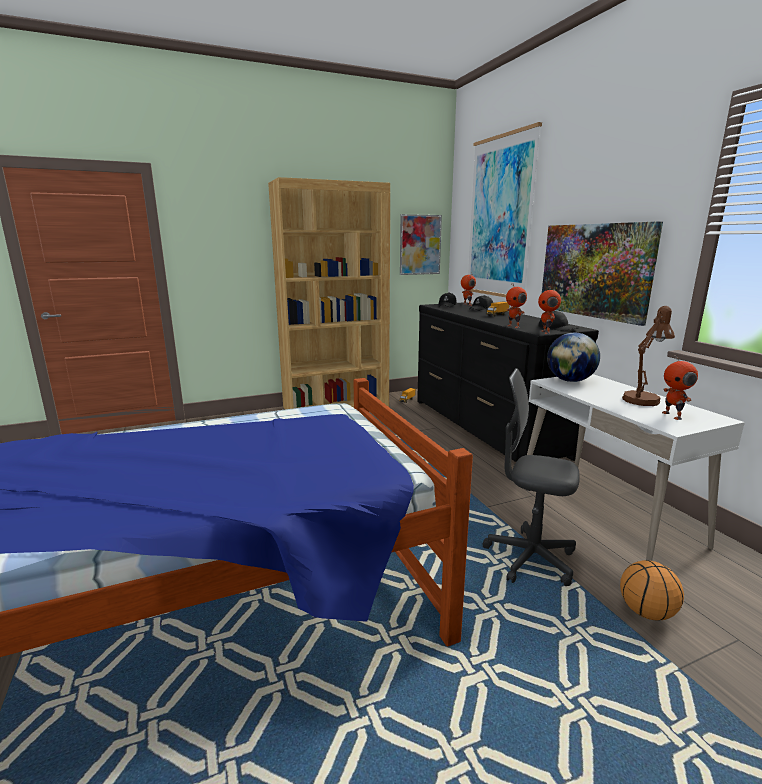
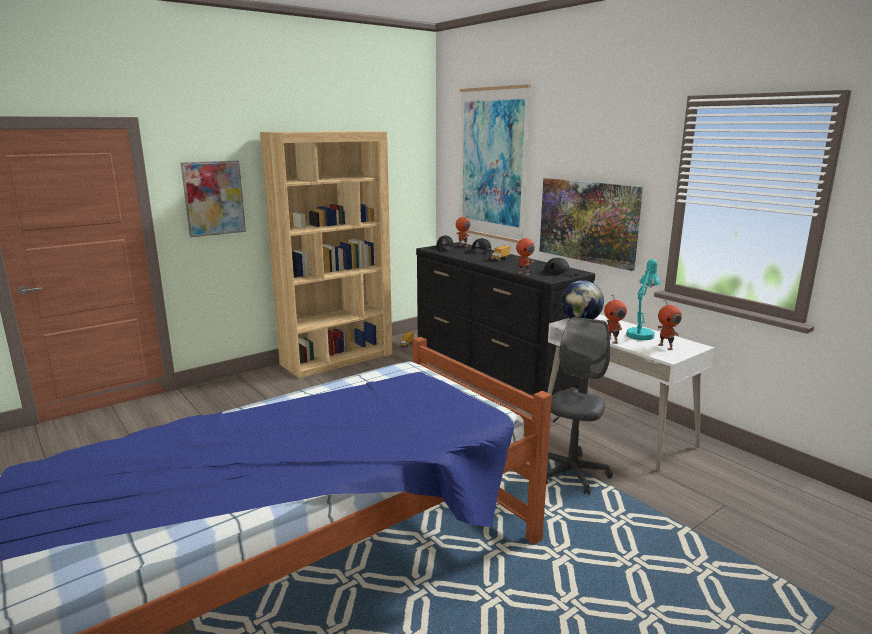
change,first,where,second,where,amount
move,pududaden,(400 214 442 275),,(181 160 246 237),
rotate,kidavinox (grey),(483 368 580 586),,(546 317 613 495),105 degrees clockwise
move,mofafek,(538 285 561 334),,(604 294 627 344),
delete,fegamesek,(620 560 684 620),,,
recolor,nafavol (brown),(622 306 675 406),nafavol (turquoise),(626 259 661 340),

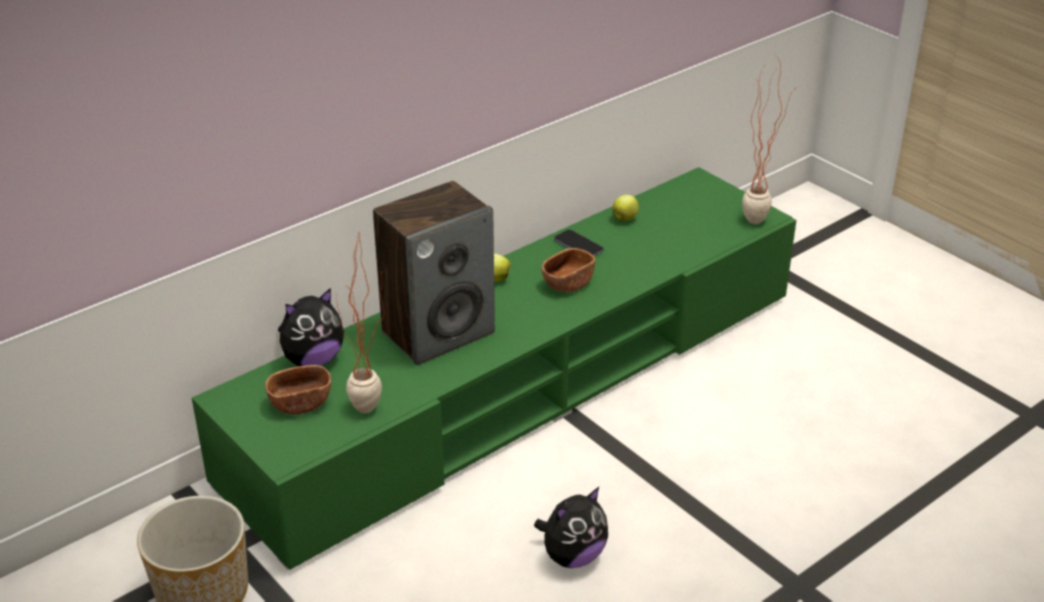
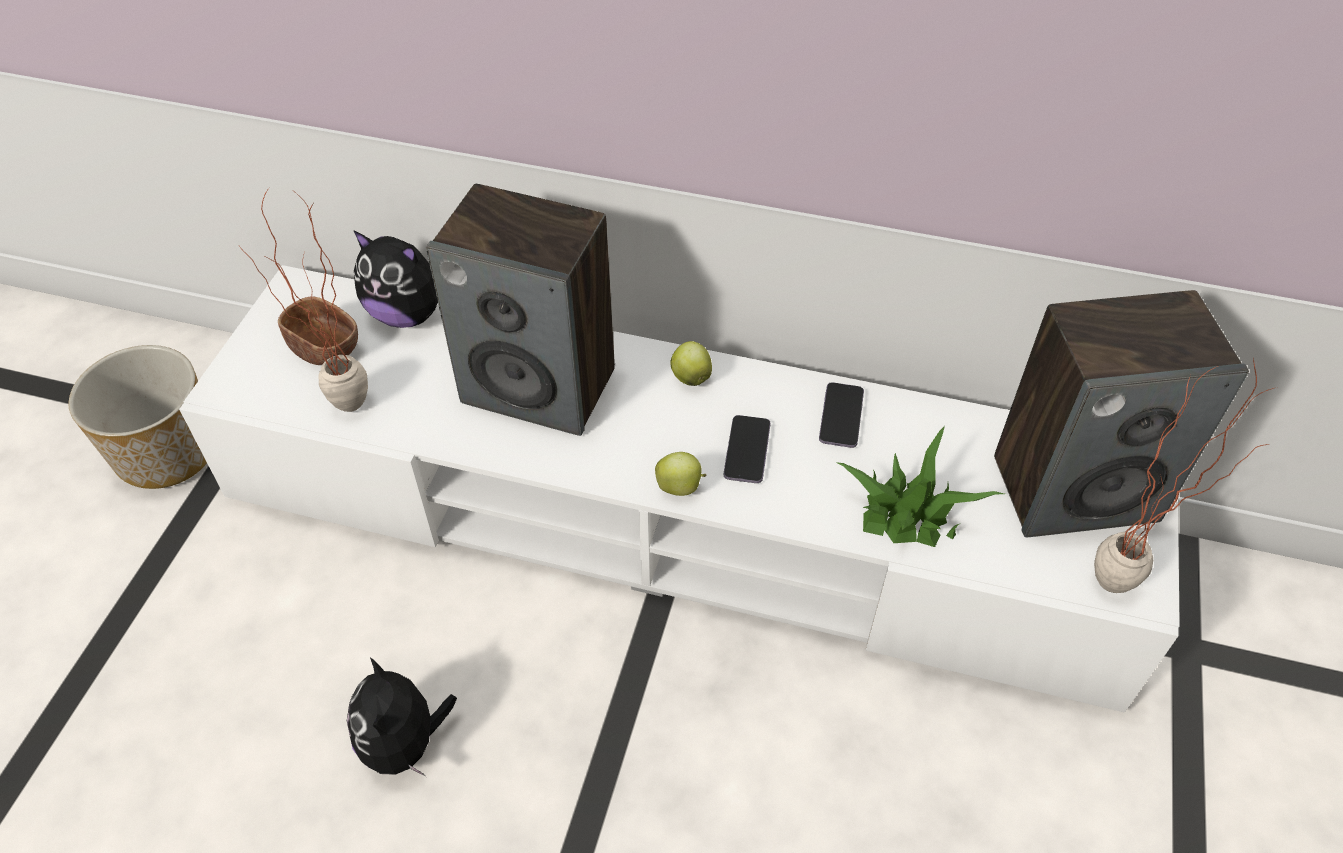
change,first,where,second,where,amount
recolor,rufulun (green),(192 167 796 570),rufulun (white),(179 265 1180 713),
rotate,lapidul,(534 487 608 568),,(347 657 457 777),60 degrees clockwise
replace,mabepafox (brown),(542 248 596 292),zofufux,(724 415 771 483),
move,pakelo,(612 195 639 221),,(655 452 706 496),
insert,,,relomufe,(836 426 1004 547),
insert,,,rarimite,(994 290 1249 537),

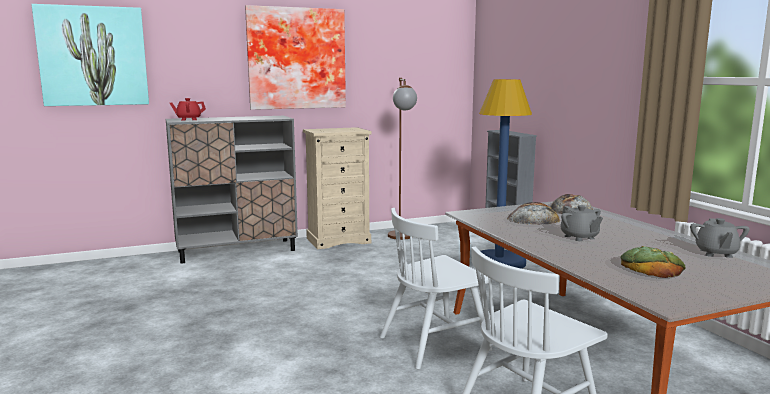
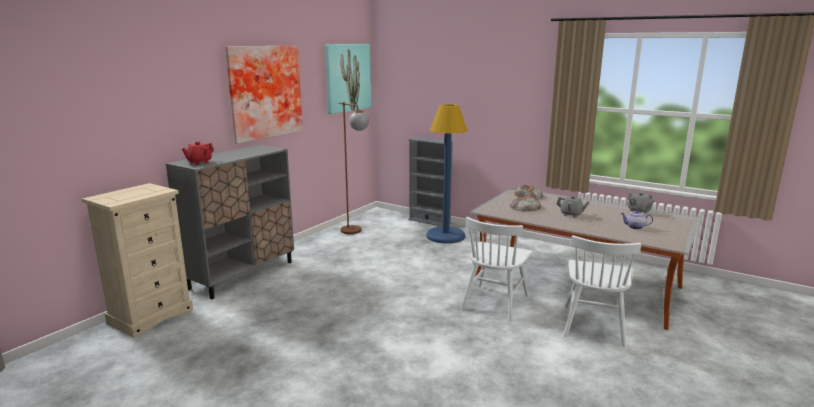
change,first,where,second,where,amount
move,pududaden,(31 4 149 106),,(325 44 371 114),
move,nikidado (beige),(303 127 372 249),,(82 183 193 338),
replace,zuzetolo,(620 246 686 278),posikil,(621 210 653 229),

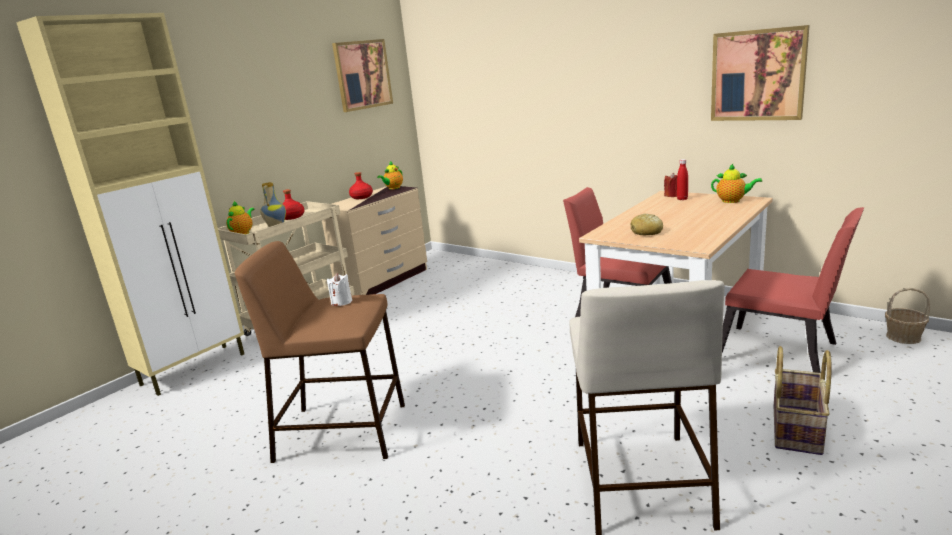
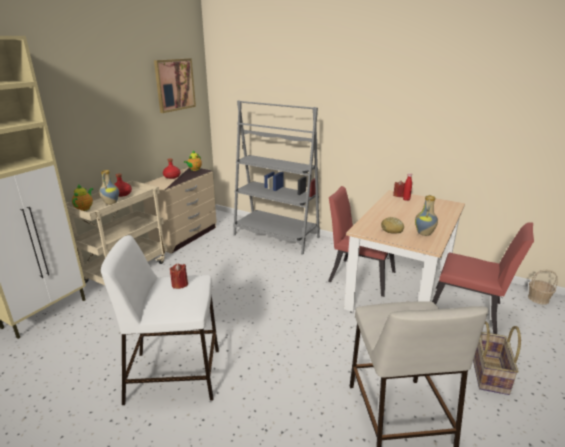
change,first,where,second,where,amount
recolor,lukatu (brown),(235 241 405 463),lukatu (white),(101 235 219 405),
recolor,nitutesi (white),(327 273 352 306),nitutesi (red),(170 264 188 289),
delete,pududaden,(711 25 810 121),,,
delete,posikil,(711 164 762 203),,,
insert,,,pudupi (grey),(233 100 320 254),
insert,,,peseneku,(415 195 438 236),

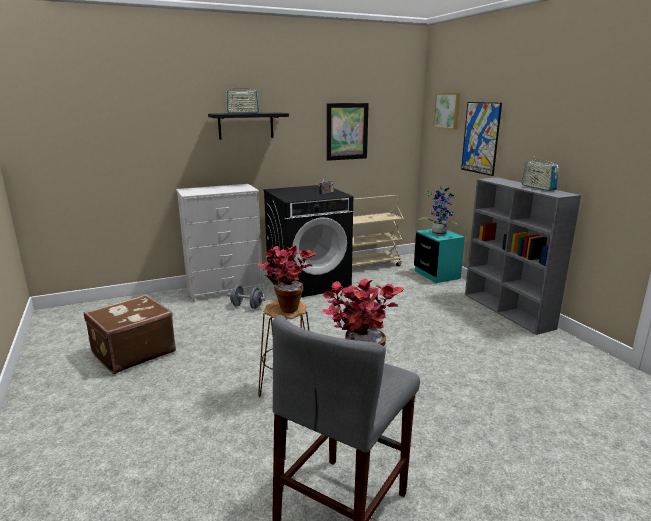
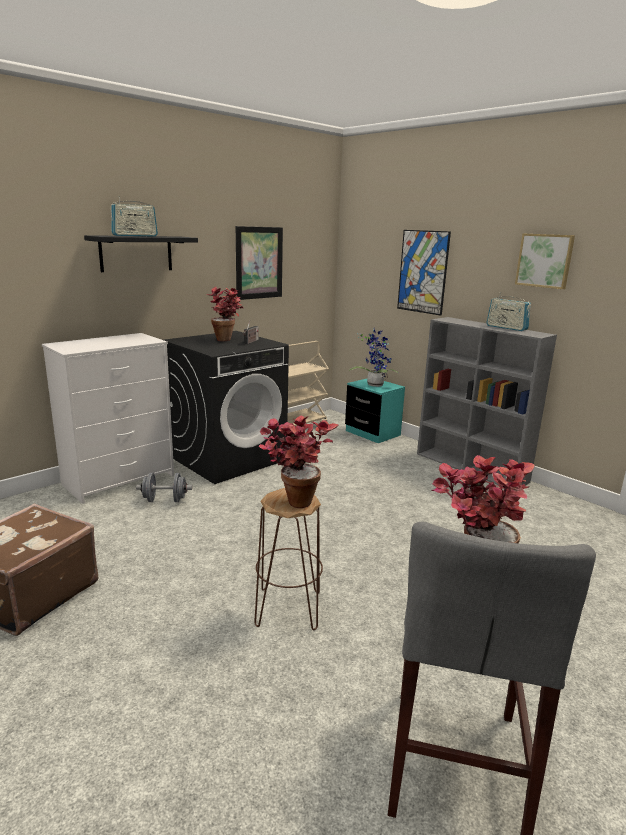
change,first,where,second,where,amount
move,pududaden,(433 93 460 130),,(515 234 575 289),
insert,,,relomufe,(207 286 243 341),

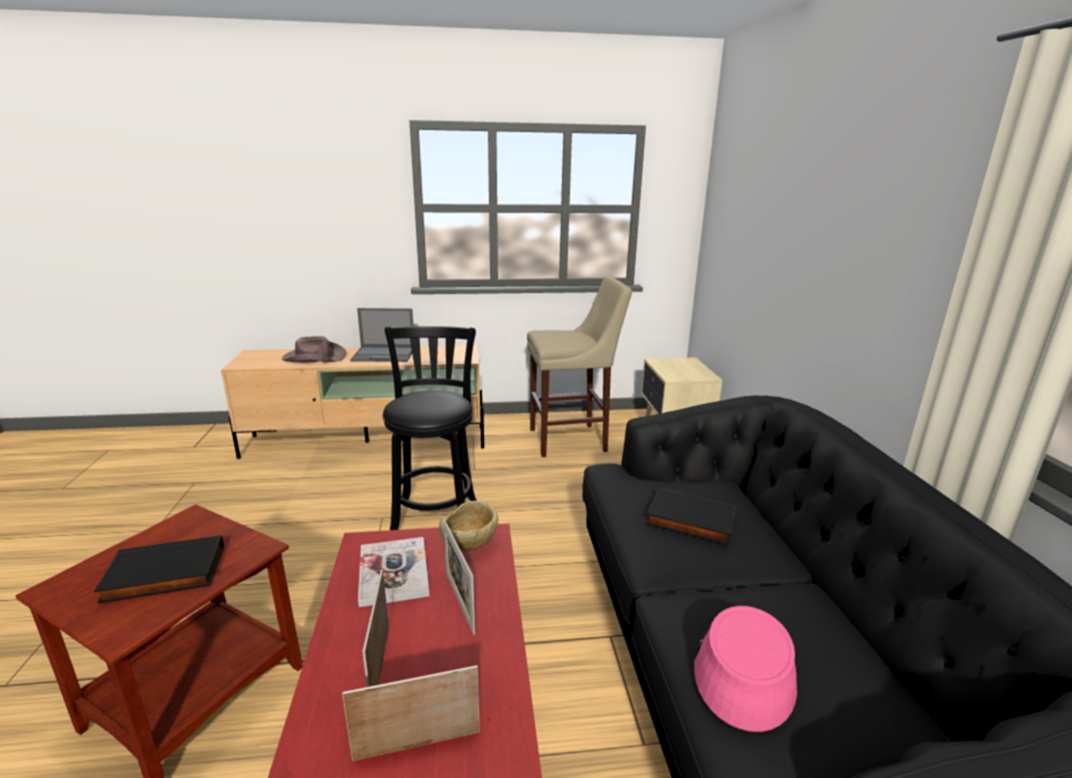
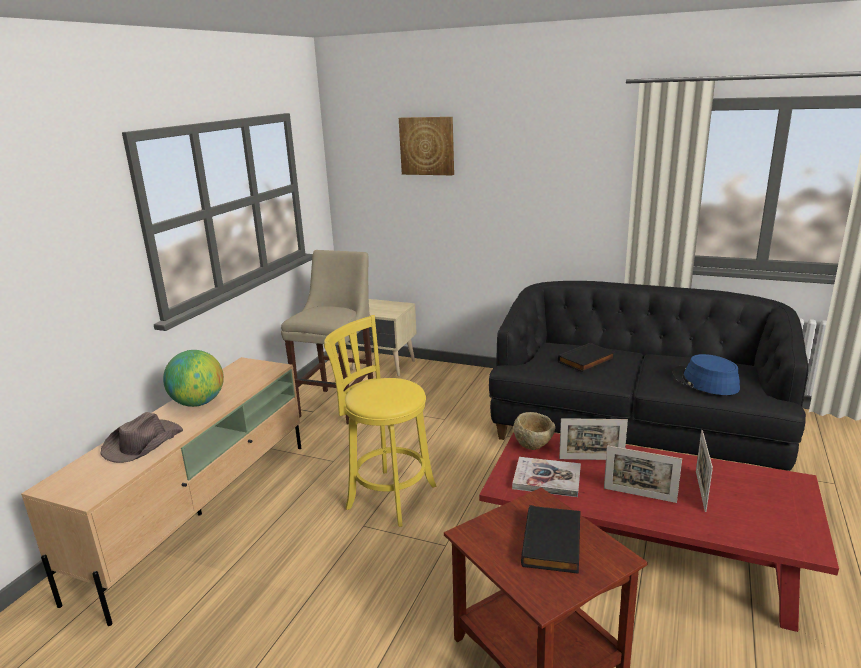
change,first,where,second,where,amount
replace,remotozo,(350 308 413 362),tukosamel,(163 350 224 407),
recolor,lukatu (black),(383 326 477 530),lukatu (yellow),(324 315 437 527),
recolor,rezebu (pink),(694 606 797 732),rezebu (blue),(672 354 740 395),
insert,,,pududaden,(399 117 454 175),

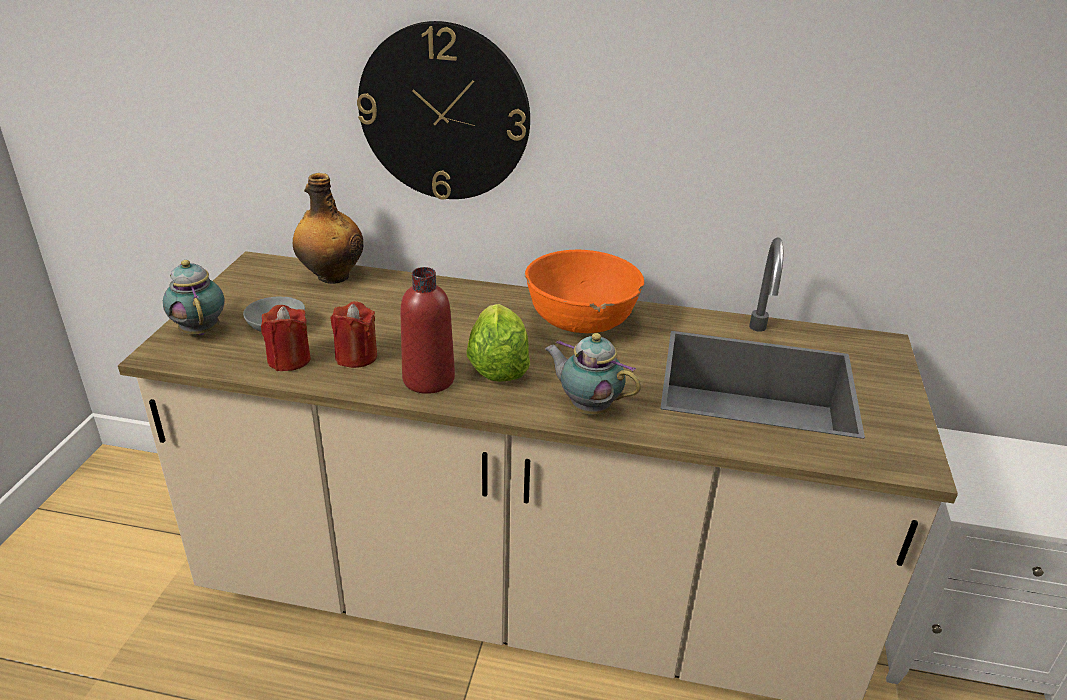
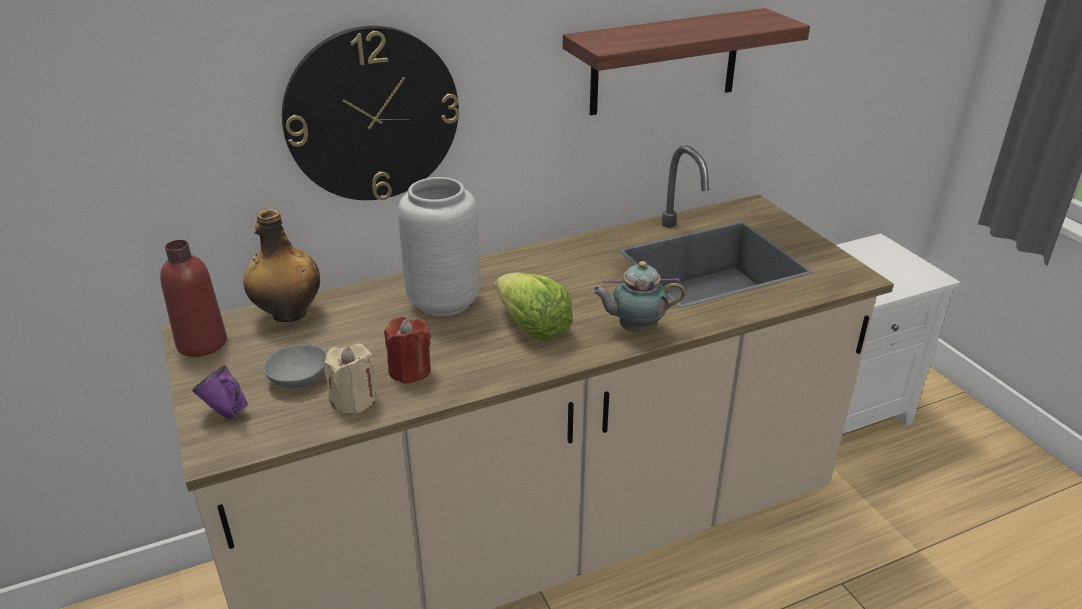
change,first,where,second,where,amount
replace,posikil,(163 260 225 335),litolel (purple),(192 365 248 420),
recolor,nitutesi (red),(261 305 311 371),nitutesi (beige),(324 344 376 414),
move,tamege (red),(400 267 455 394),,(160 240 227 357),
delete,mabepafox (orange),(525 250 644 333),,,
insert,,,peseneku (grey),(398 177 481 316),
insert,,,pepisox,(563 8 810 115),

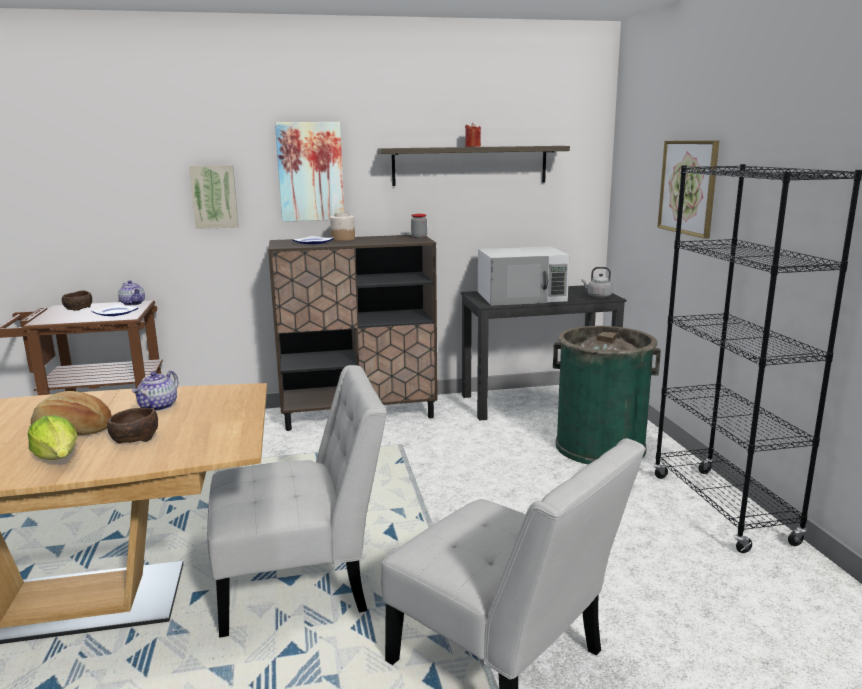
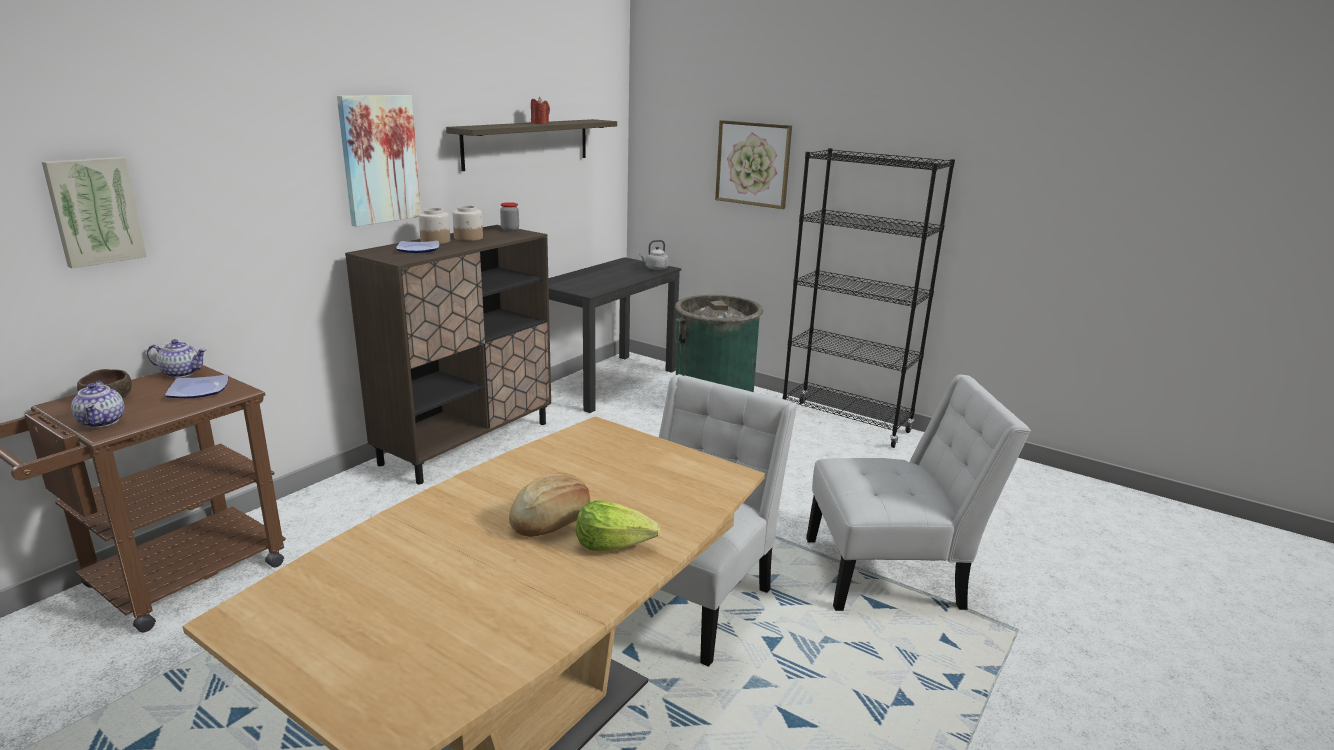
change,first,where,second,where,amount
delete,mabepafox (brown),(107 408 158 444),,,
move,posikil,(132 371 178 411),,(71 381 125 428),
move,pududaden,(189 165 239 229),,(42 157 147 268),
delete,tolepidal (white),(478 246 570 306),,,
insert,,,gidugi,(452 205 483 241),

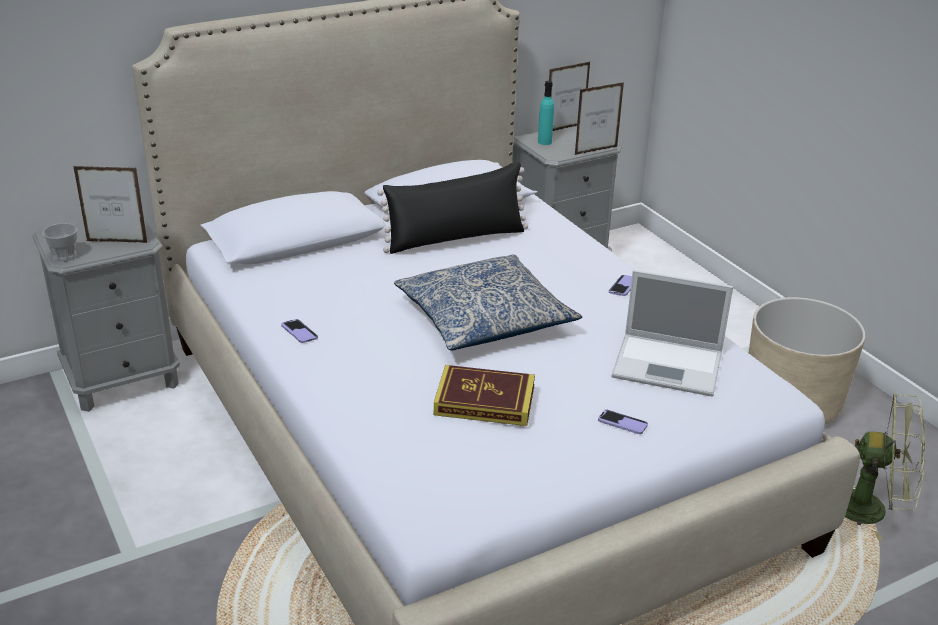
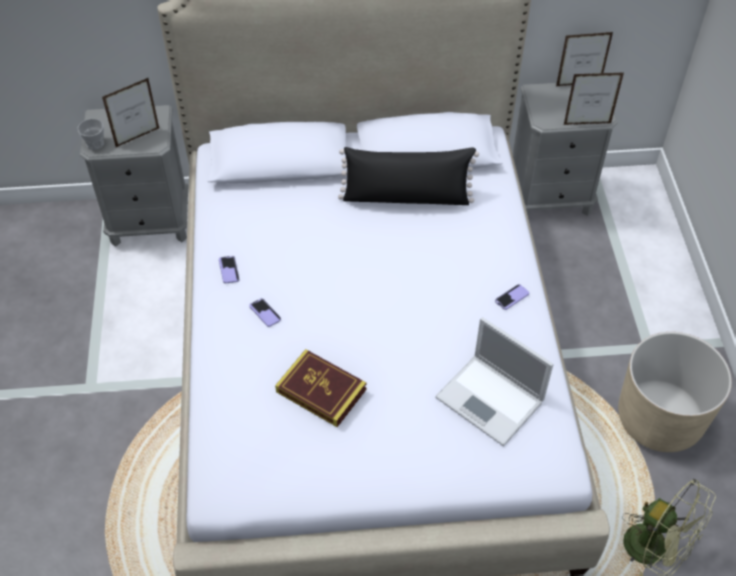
change,first,where,second,where,amount
rotate,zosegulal,(73 166 147 243),,(102 78 159 147),120 degrees clockwise
delete,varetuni,(394 254 582 351),,,
delete,tamege (turquoise),(538 81 554 145),,,
move,zofufux,(598 410 648 434),,(249 298 281 327),

